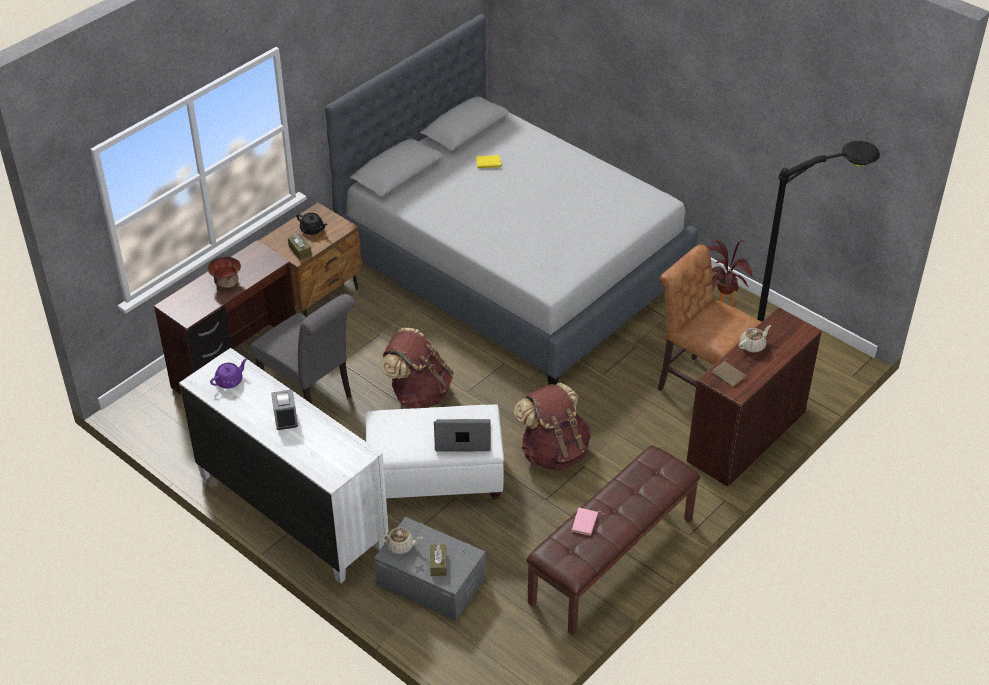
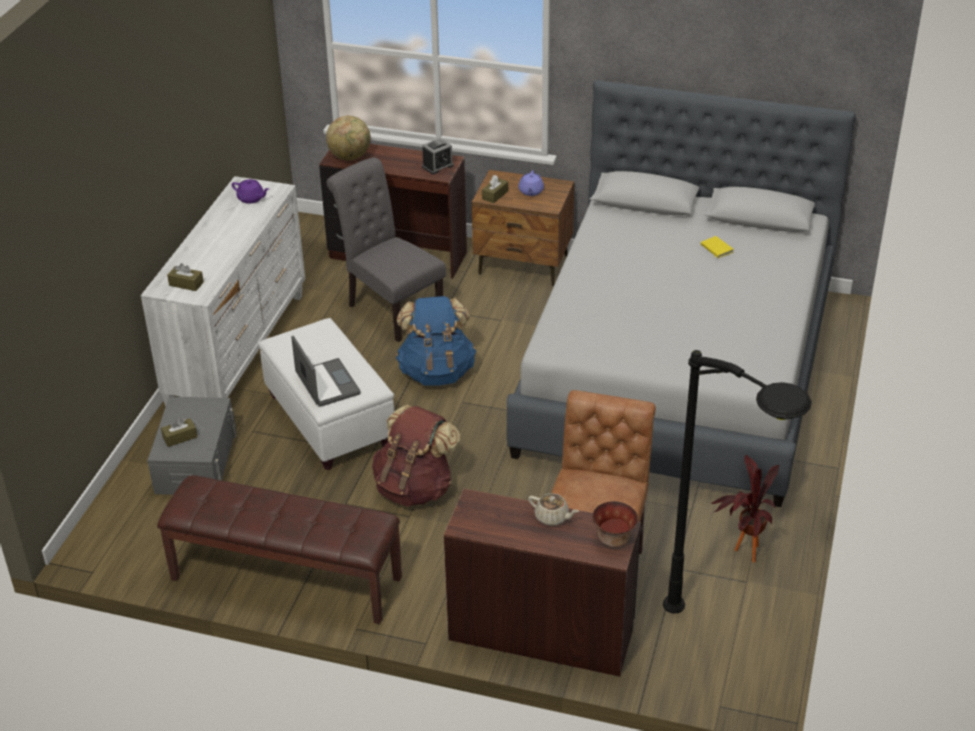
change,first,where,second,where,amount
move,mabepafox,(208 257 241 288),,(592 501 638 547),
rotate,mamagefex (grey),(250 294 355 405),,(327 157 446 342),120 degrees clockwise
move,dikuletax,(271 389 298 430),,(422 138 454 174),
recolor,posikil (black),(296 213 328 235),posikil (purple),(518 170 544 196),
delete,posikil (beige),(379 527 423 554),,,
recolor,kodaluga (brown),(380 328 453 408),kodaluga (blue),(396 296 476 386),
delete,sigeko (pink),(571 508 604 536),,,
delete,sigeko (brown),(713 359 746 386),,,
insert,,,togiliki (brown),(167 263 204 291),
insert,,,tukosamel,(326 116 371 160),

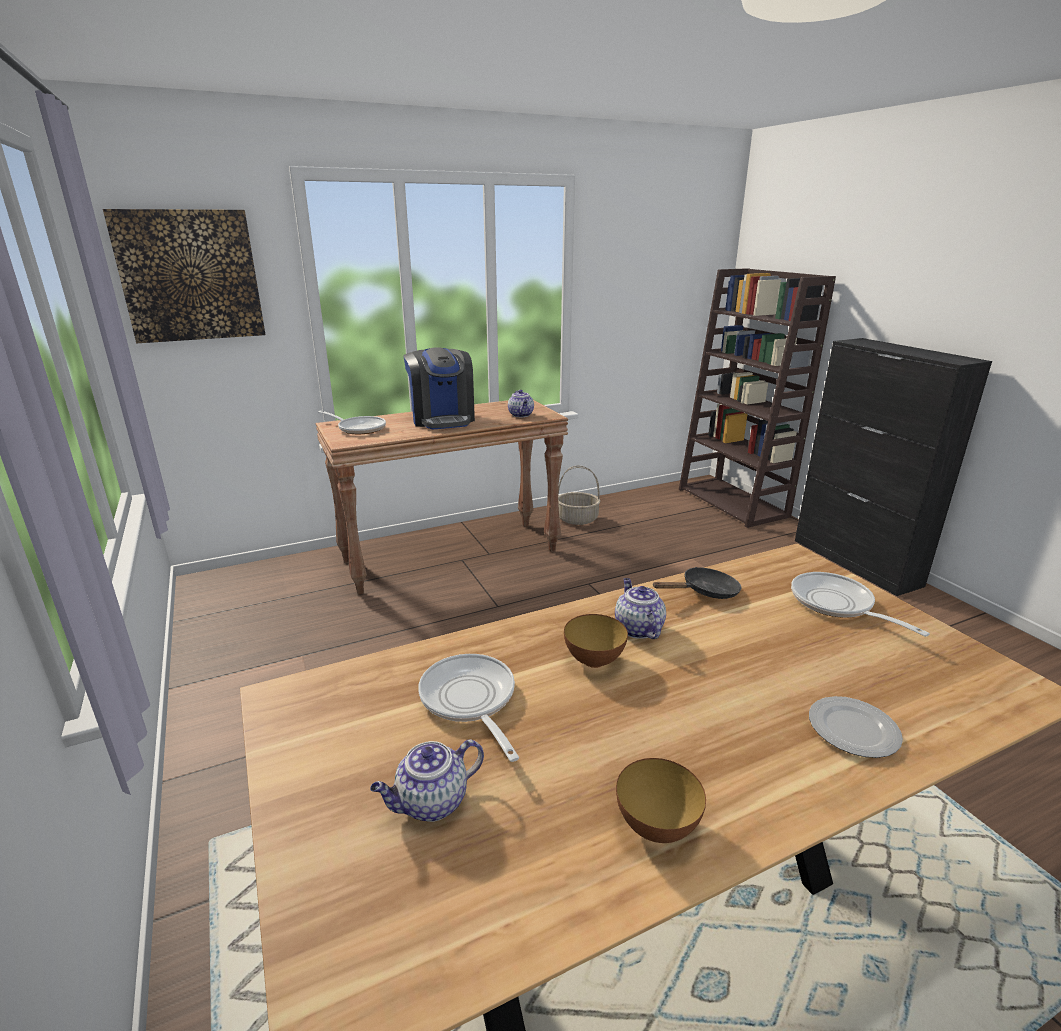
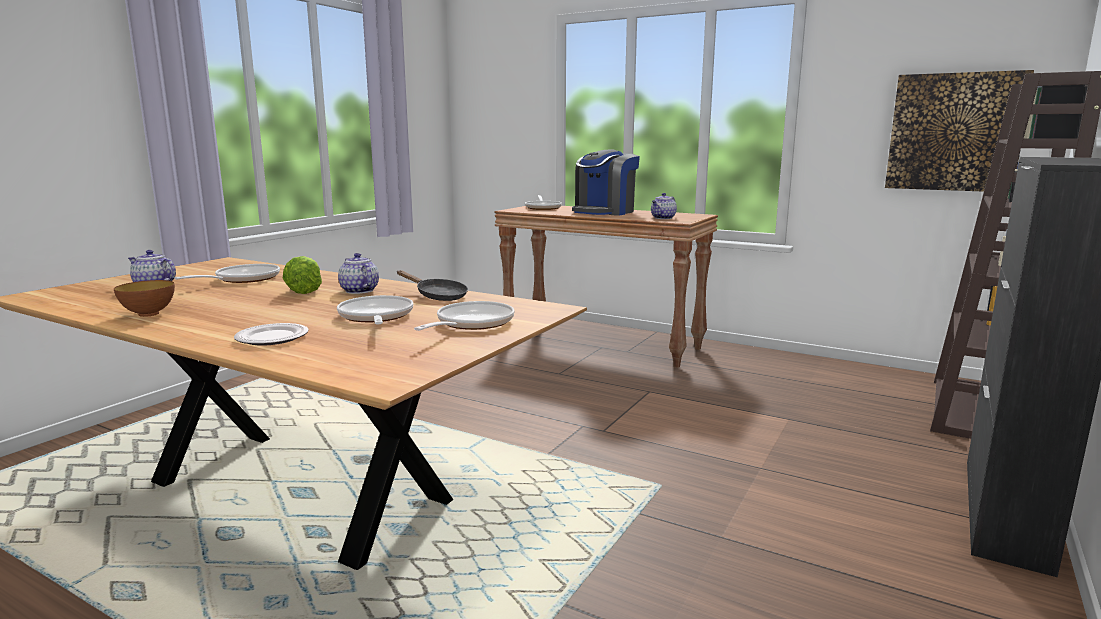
change,first,where,second,where,amount
move,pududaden,(103 209 266 343),,(885 70 1034 192),
delete,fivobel,(558 466 601 525),,,
replace,mabepafox,(564 614 628 668),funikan,(283 256 322 294),
rotate,posikil,(615 578 666 639),,(338 253 379 294),75 degrees counterclockwise
insert,,,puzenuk,(337 295 413 324),

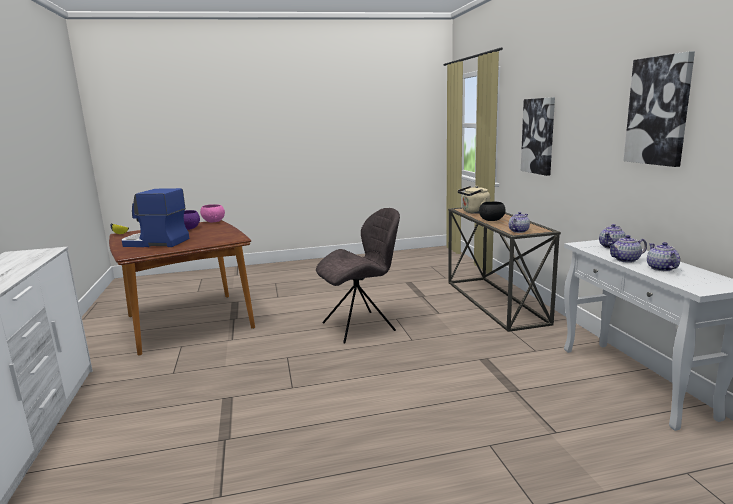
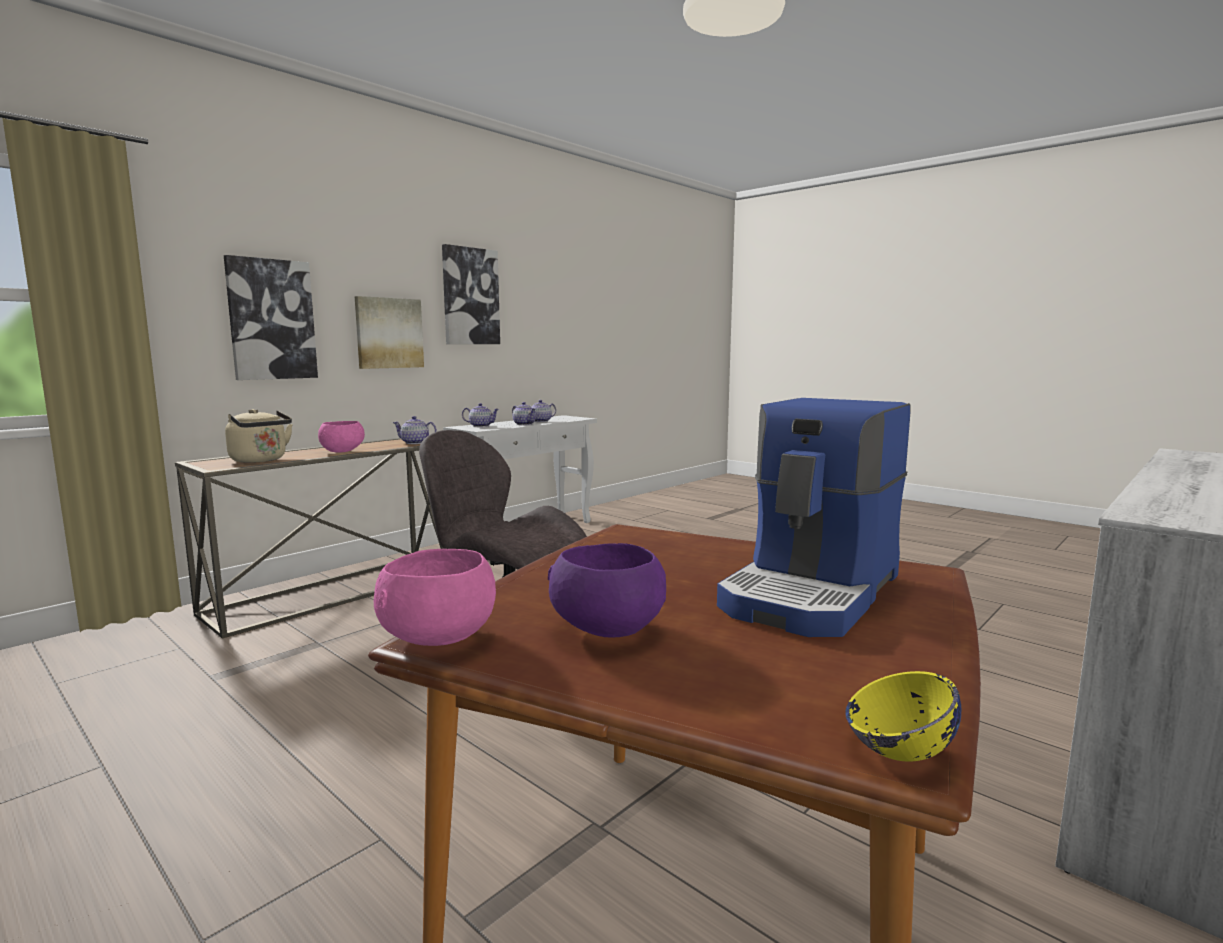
change,first,where,second,where,amount
rotate,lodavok,(122 188 189 247),,(717 398 911 637),60 degrees clockwise
recolor,mabepafox (black),(479 202 505 221),mabepafox (pink),(318 421 365 453),
insert,,,pududaden,(354 296 424 369),

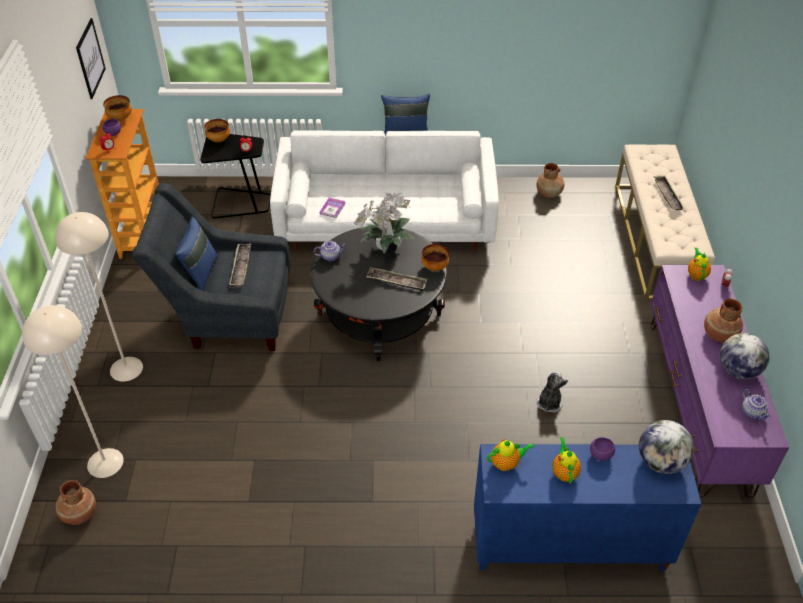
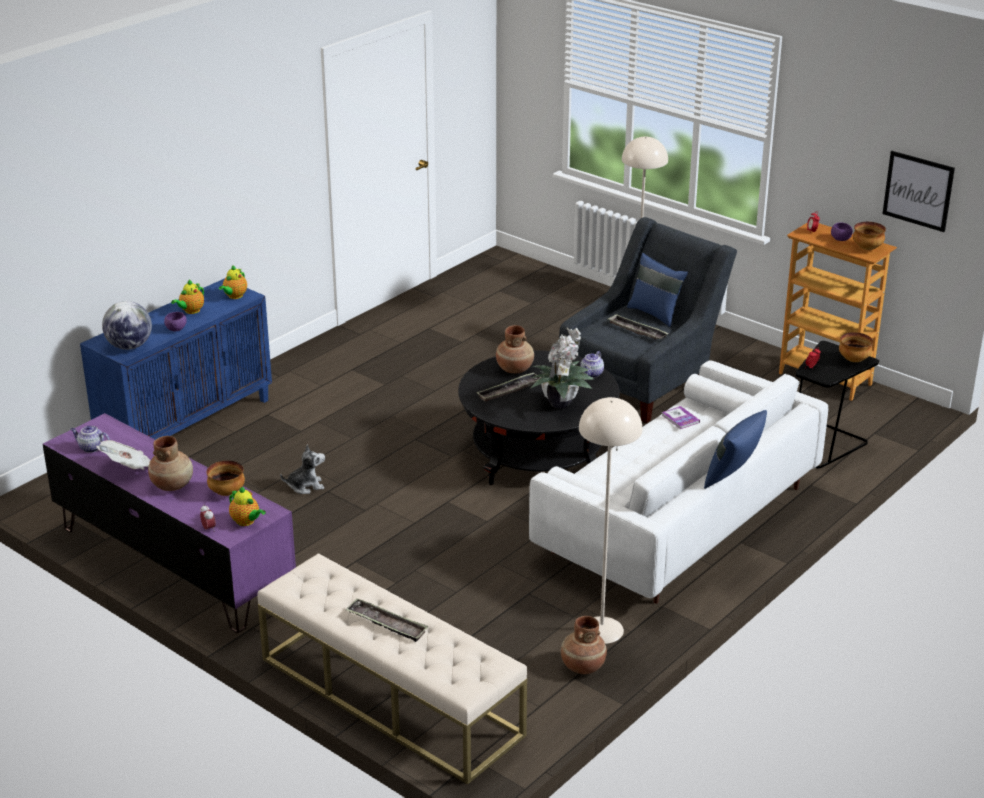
change,first,where,second,where,amount
move,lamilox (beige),(22 305 124 478),,(579 397 643 644),
move,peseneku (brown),(55 480 96 525),,(496 325 534 373),
move,mabepafox,(421 244 449 271),,(207 461 245 496),
rotate,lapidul,(537 371 568 412),,(280 444 325 494),75 degrees counterclockwise
rotate,posikil,(552 437 581 484),,(171 280 204 314),90 degrees clockwise
replace,tukosamel,(720 333 770 379),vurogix,(96 440 151 470),

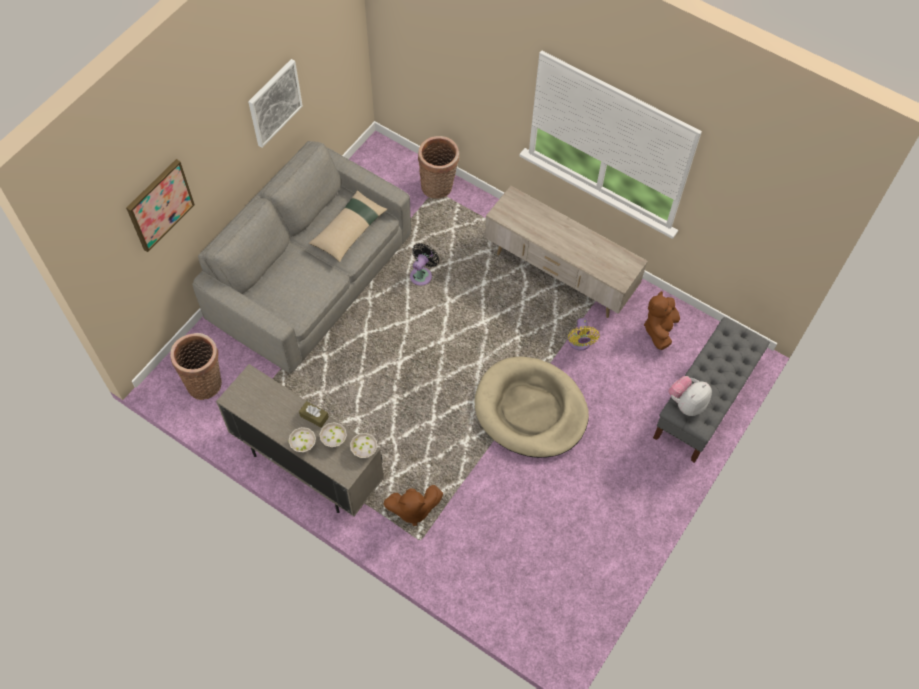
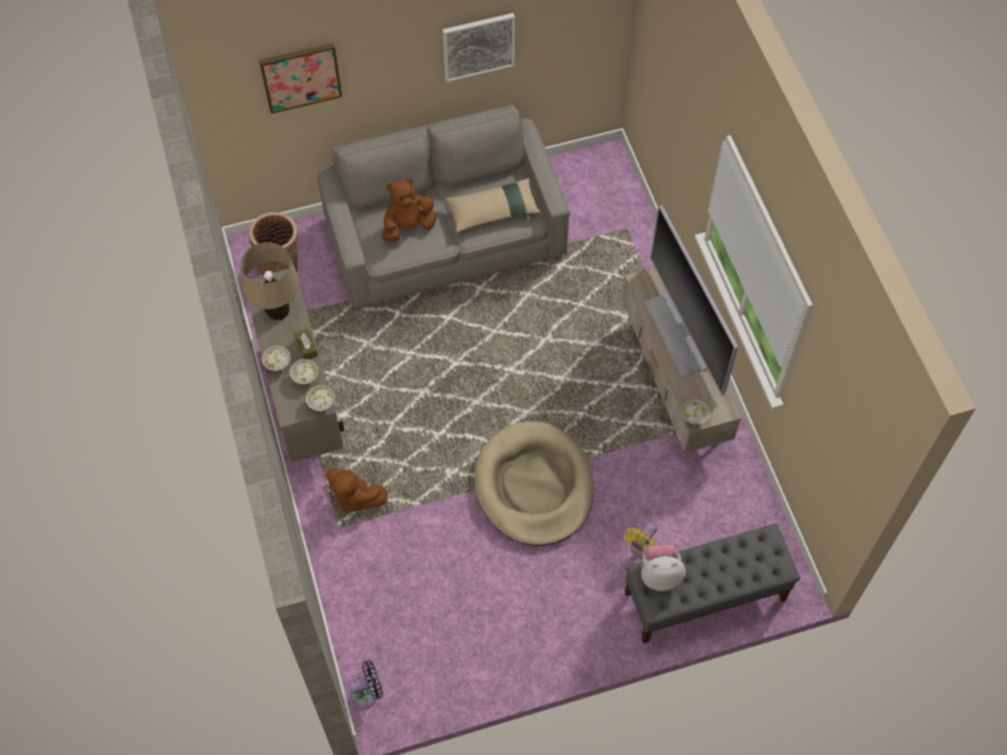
change,first,where,second,where,amount
move,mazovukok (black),(410 243 439 286),,(348 661 383 709),
delete,fivobel,(418 136 459 199),,,
move,mazovukok (yellow),(568 318 600 351),,(624 522 658 558),
move,lapidul (brown),(644 291 680 350),,(382 178 437 242),
insert,,,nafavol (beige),(240 242 300 320),
insert,,,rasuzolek,(644 205 738 396),
insert,,,mabepafox (white),(682 399 710 425),

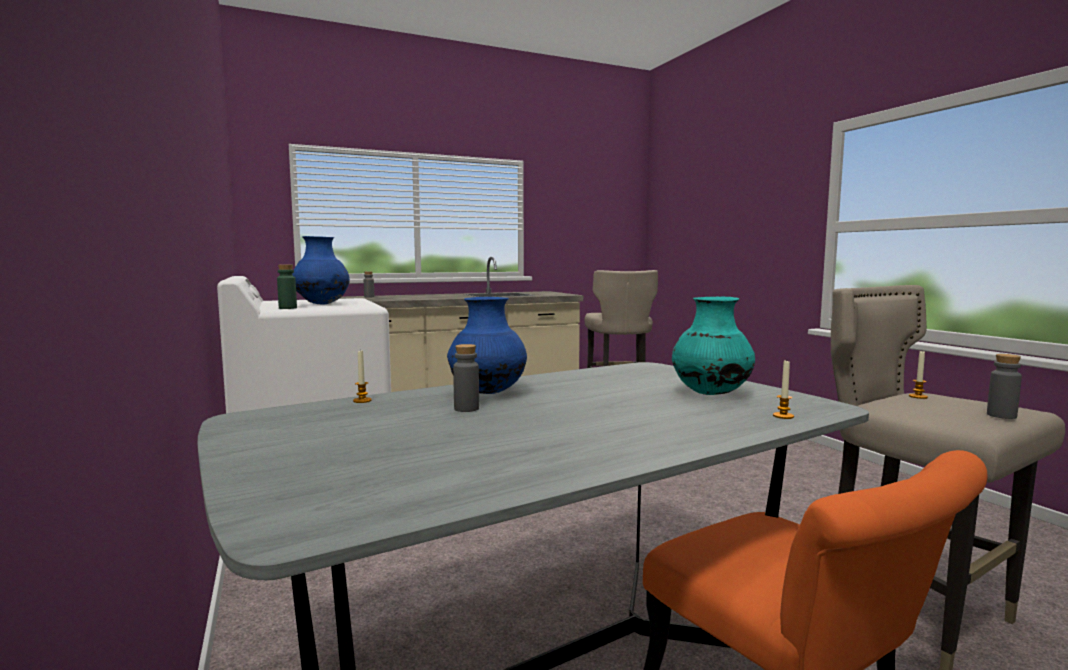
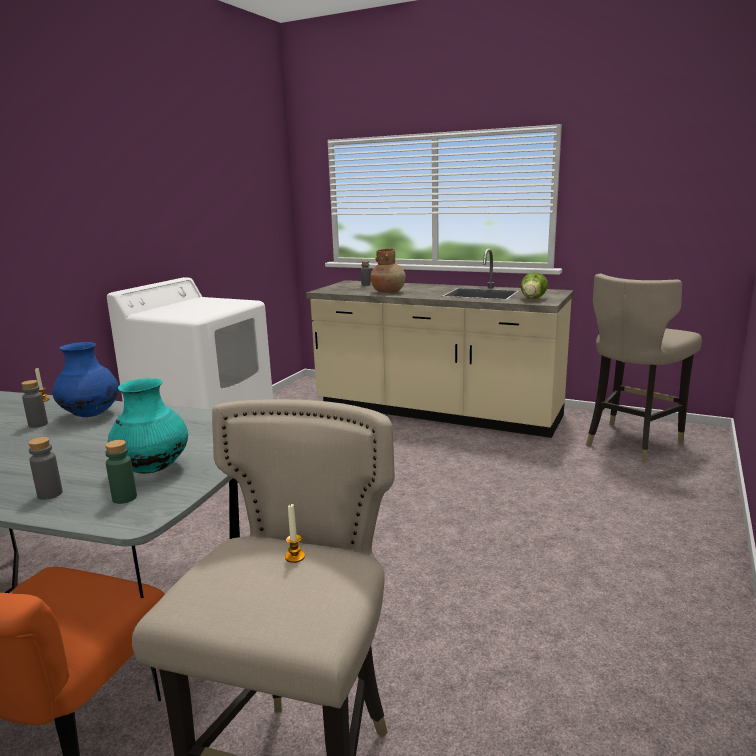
change,first,where,second,where,amount
move,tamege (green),(277 264 297 309),,(105 440 137 504),
delete,peseneku (blue),(292 236 350 305),,,
delete,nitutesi,(773 360 794 419),,,
move,tamege (grey),(987 354 1022 419),,(28 437 63 500),
insert,,,peseneku (brown),(370 249 406 293),
insert,,,funikan,(521 272 548 299),

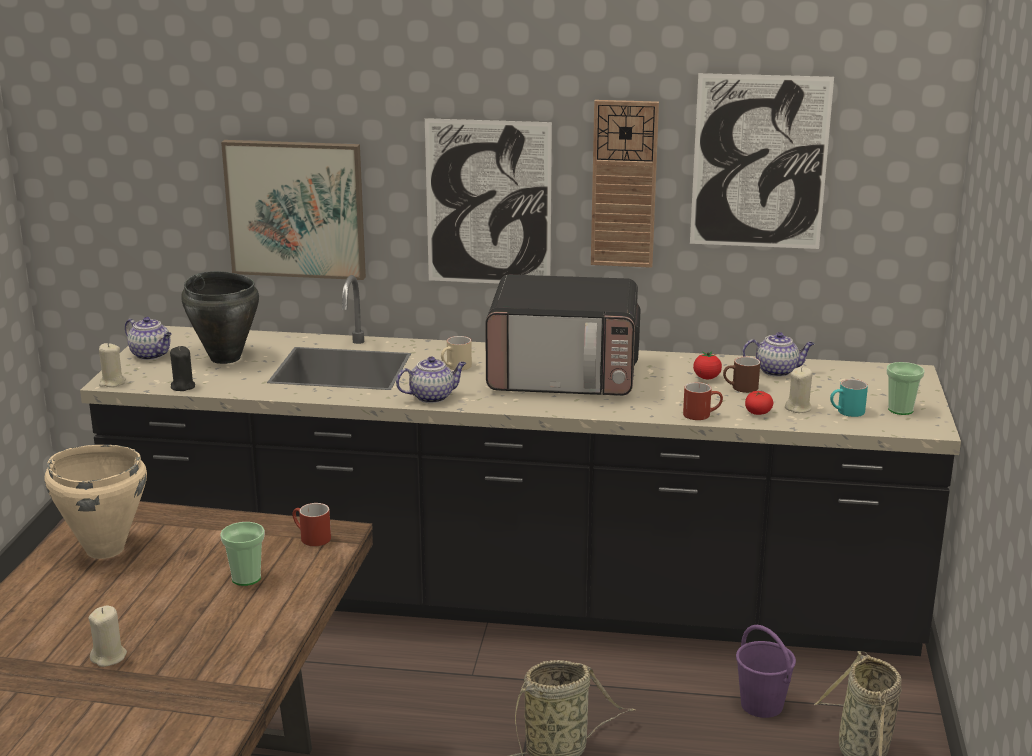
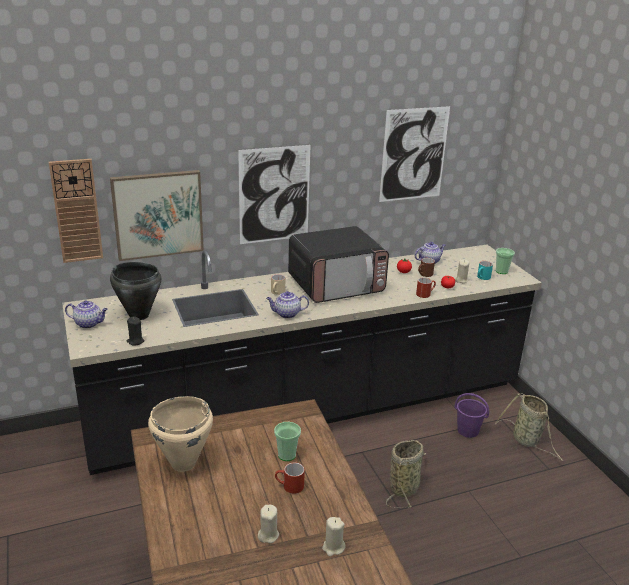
change,first,where,second,where,amount
move,nitutesi (beige),(99 343 126 387),,(322 517 346 556),
move,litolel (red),(292 503 331 546),,(275 462 305 494),
rotate,posikil,(396 357 466 403),,(266 291 309 318),135 degrees counterclockwise
move,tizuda,(591 100 659 268),,(49 159 103 263),

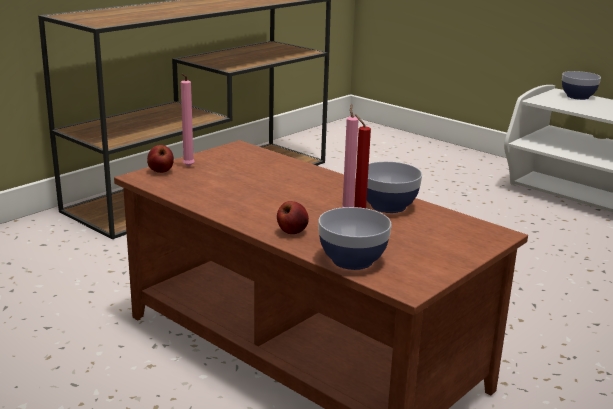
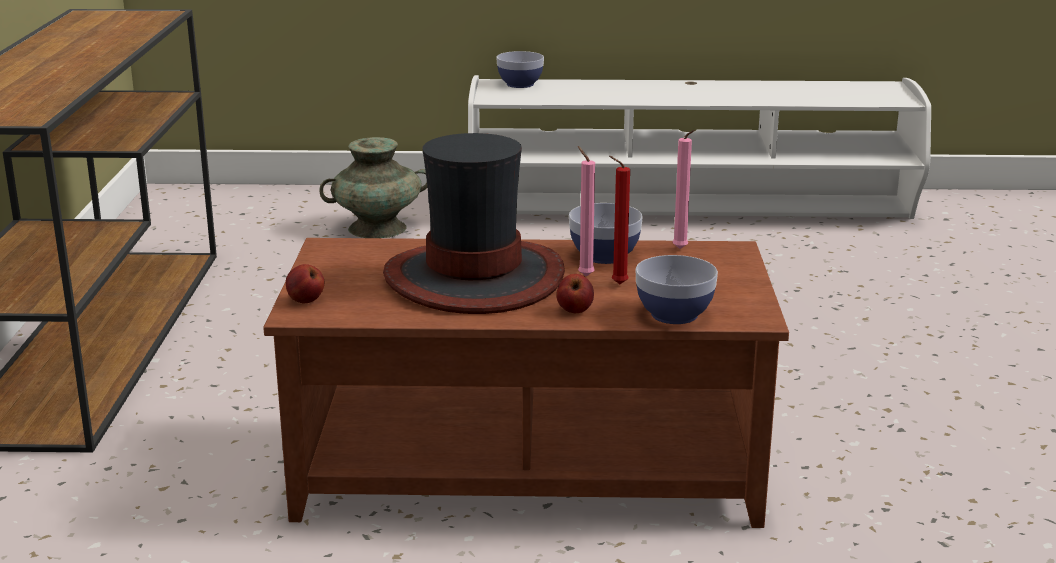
change,first,where,second,where,amount
move,nitutesi (pink),(181 74 195 167),,(672 130 694 249),
insert,,,peseneku (turquoise),(319 137 427 238),
insert,,,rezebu,(383 133 565 314),

